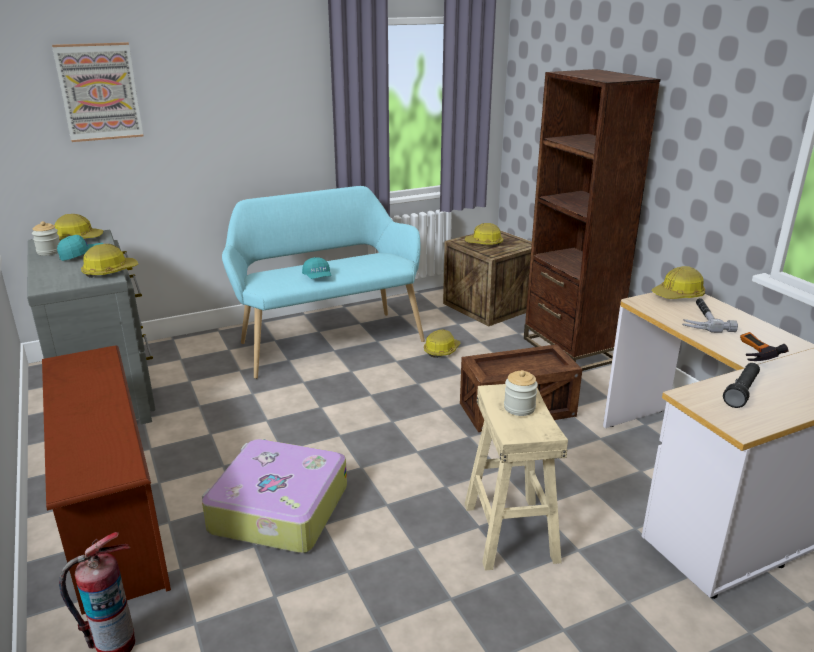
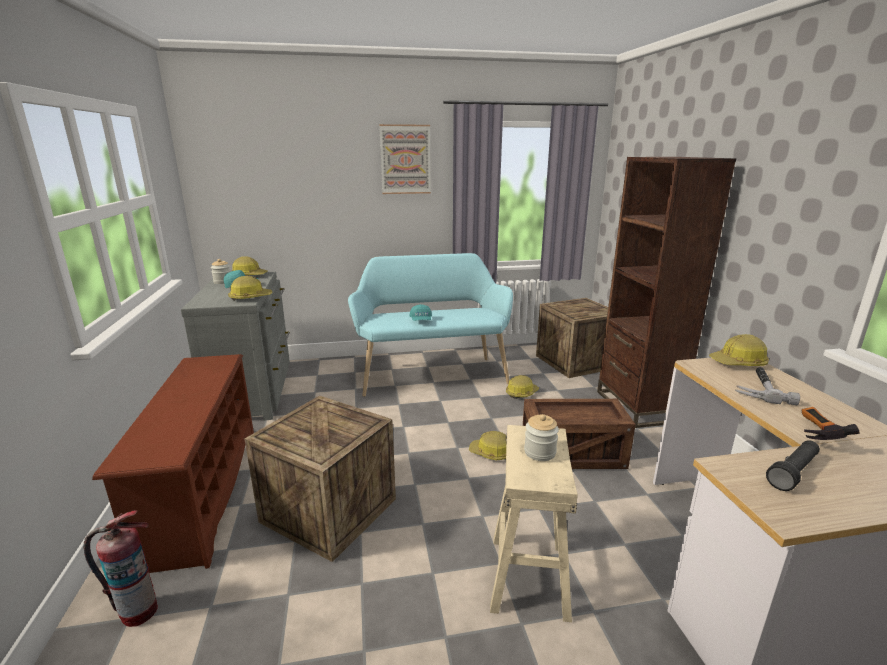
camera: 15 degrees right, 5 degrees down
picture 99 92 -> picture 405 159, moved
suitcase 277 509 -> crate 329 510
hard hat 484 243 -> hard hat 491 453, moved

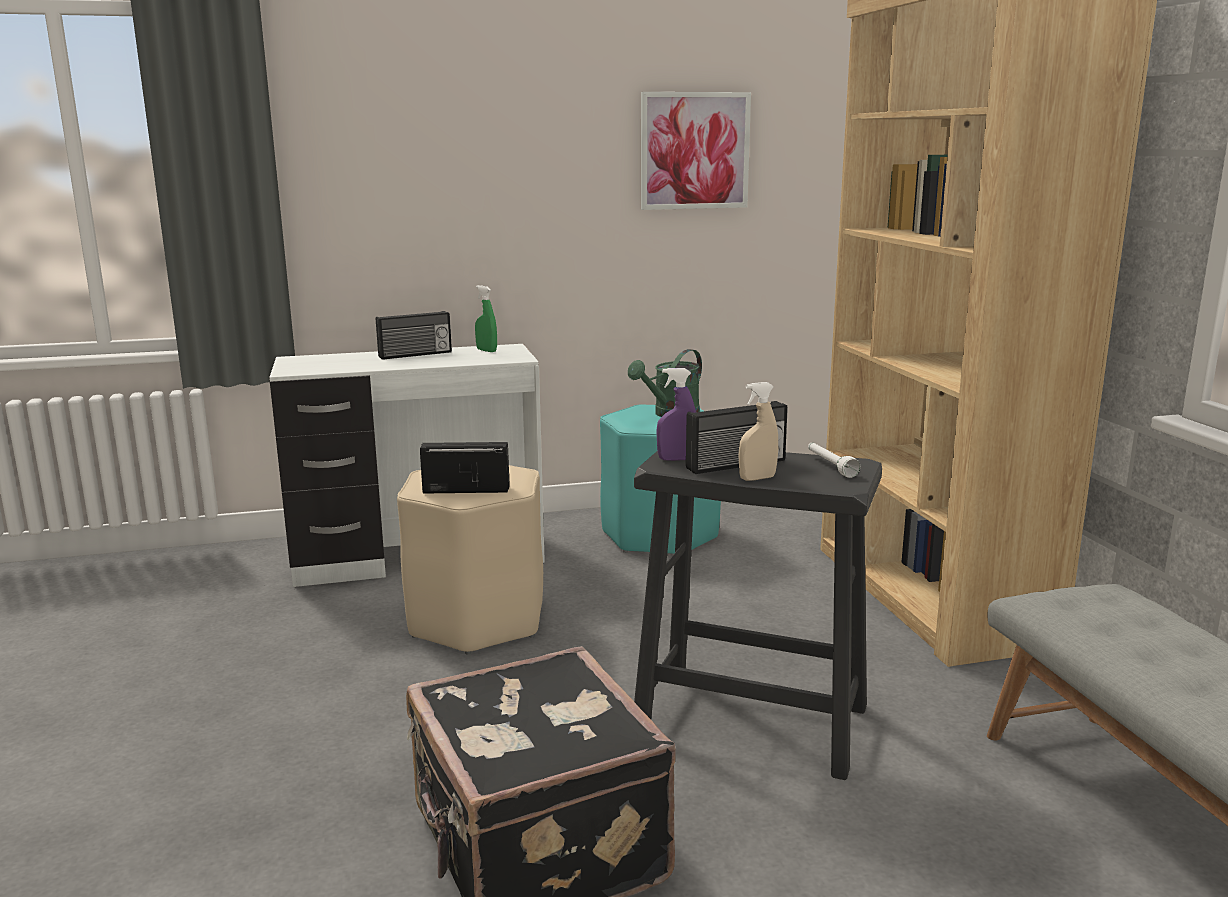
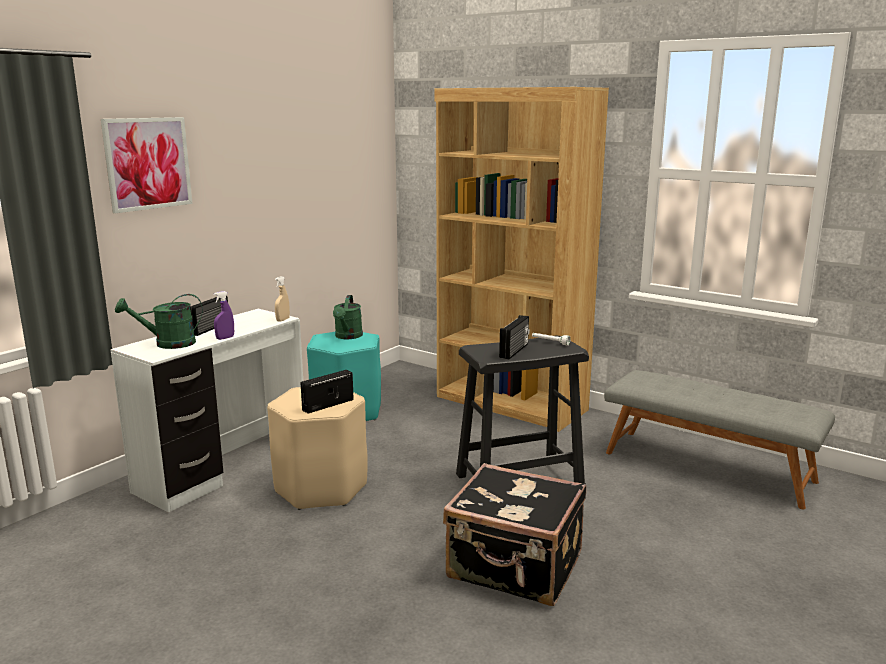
camera: 40 degrees left, 0 degrees up
spray bottle (green) 486 350 -> none
picture 694 151 -> picture 148 163, moved
spray bottle (purple) 676 459 -> spray bottle (purple) 225 338, moved
spray bottle (beige) 757 478 -> spray bottle (beige) 283 320, moved
none -> watering can (green) 167 344

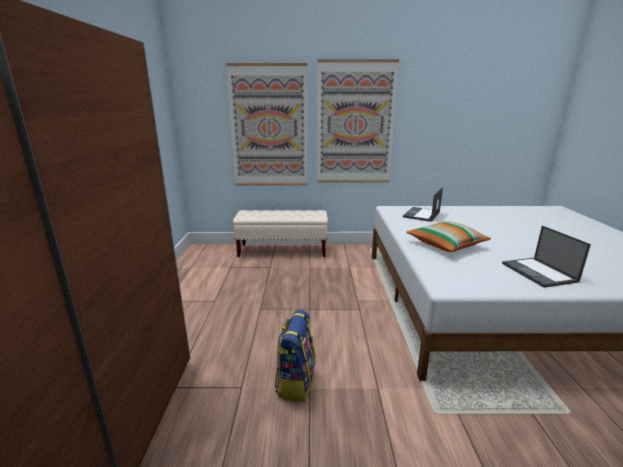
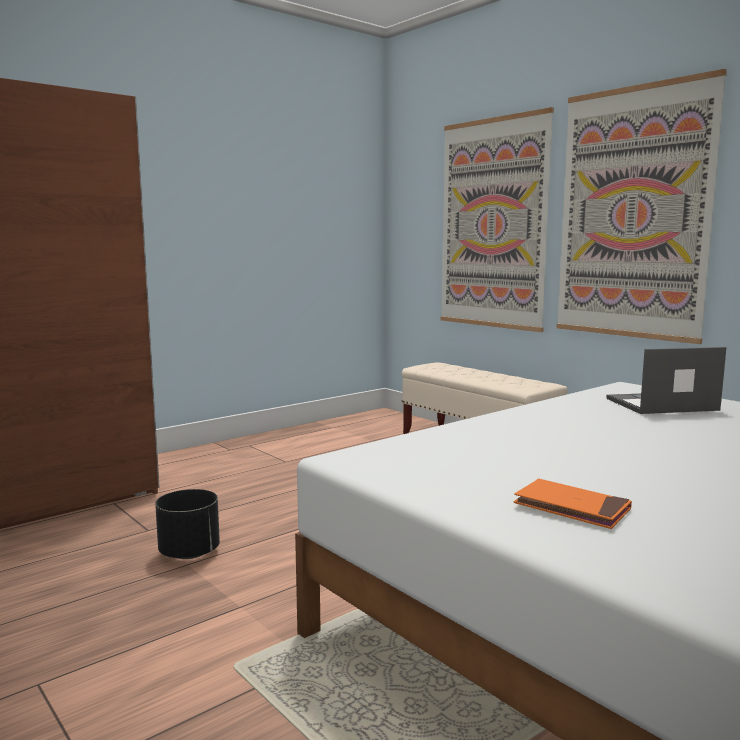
camera: 50 degrees right, 10 degrees down
backpack 295 382 -> planter (black) 189 553
pillow 446 245 -> none
laptop 539 273 -> book (orange) 571 508

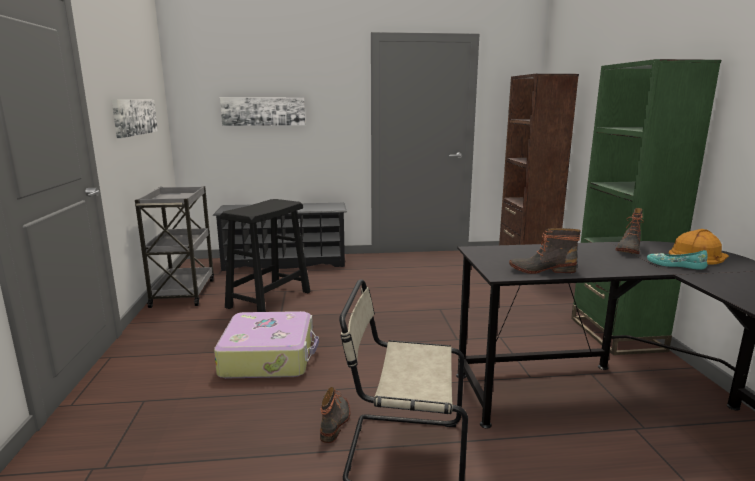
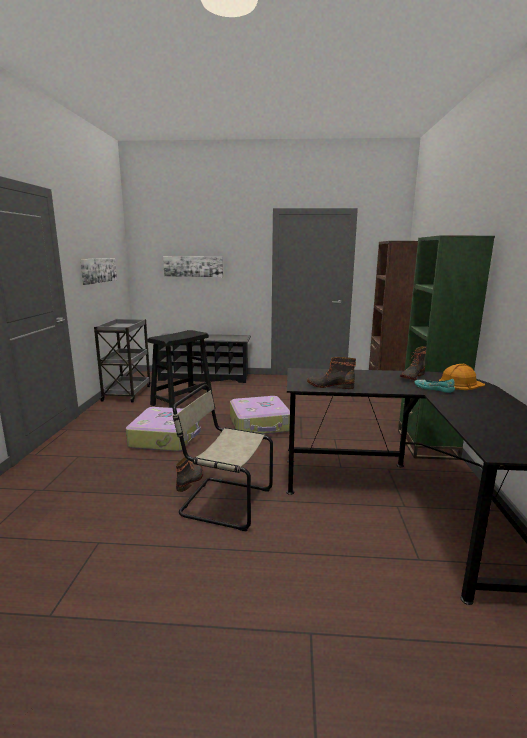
camera: 10 degrees right, 0 degrees up
none -> suitcase 260 424

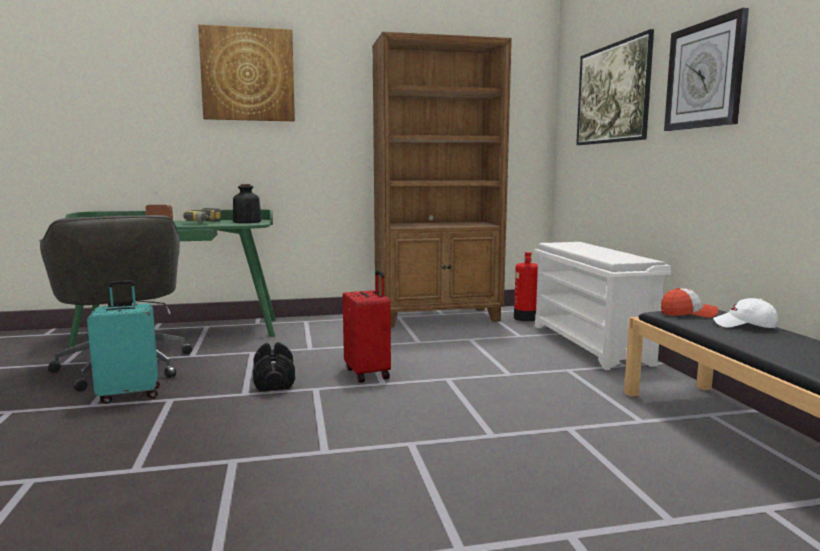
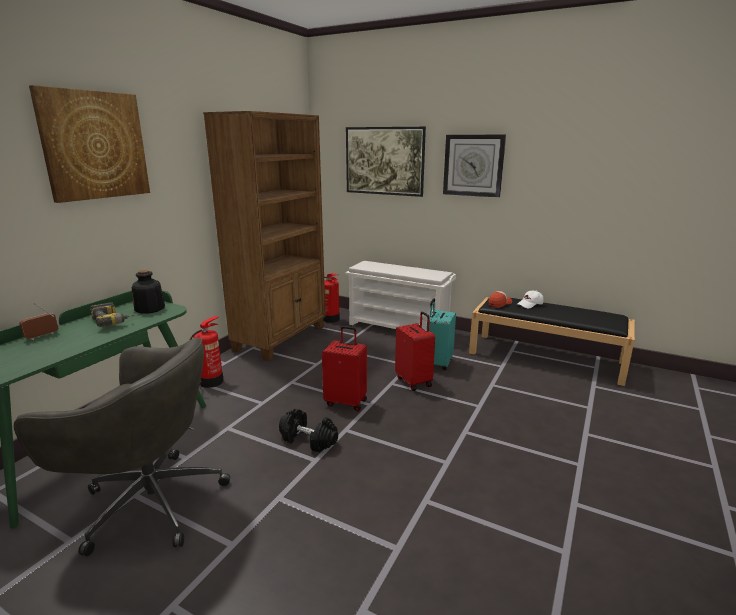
camera: 50 degrees left, 10 degrees up
suitcase (turquoise) 130 394 -> suitcase (turquoise) 438 363, moved
none -> fire extinguisher 212 381
none -> suitcase (red) 414 381

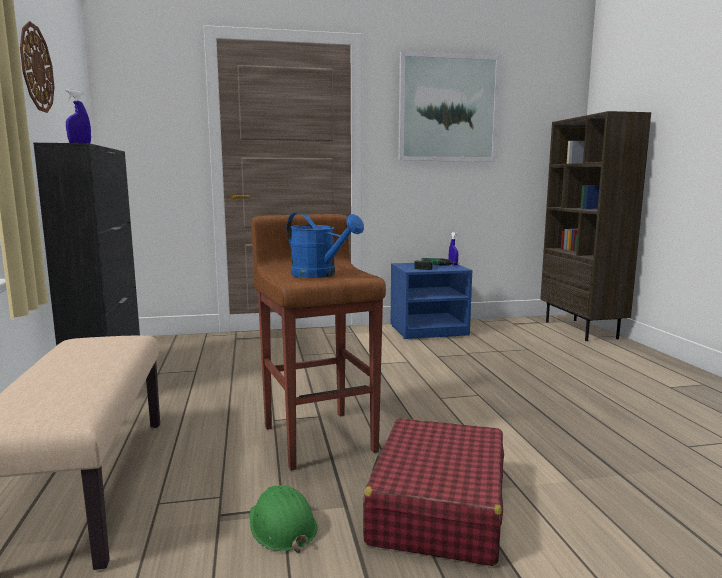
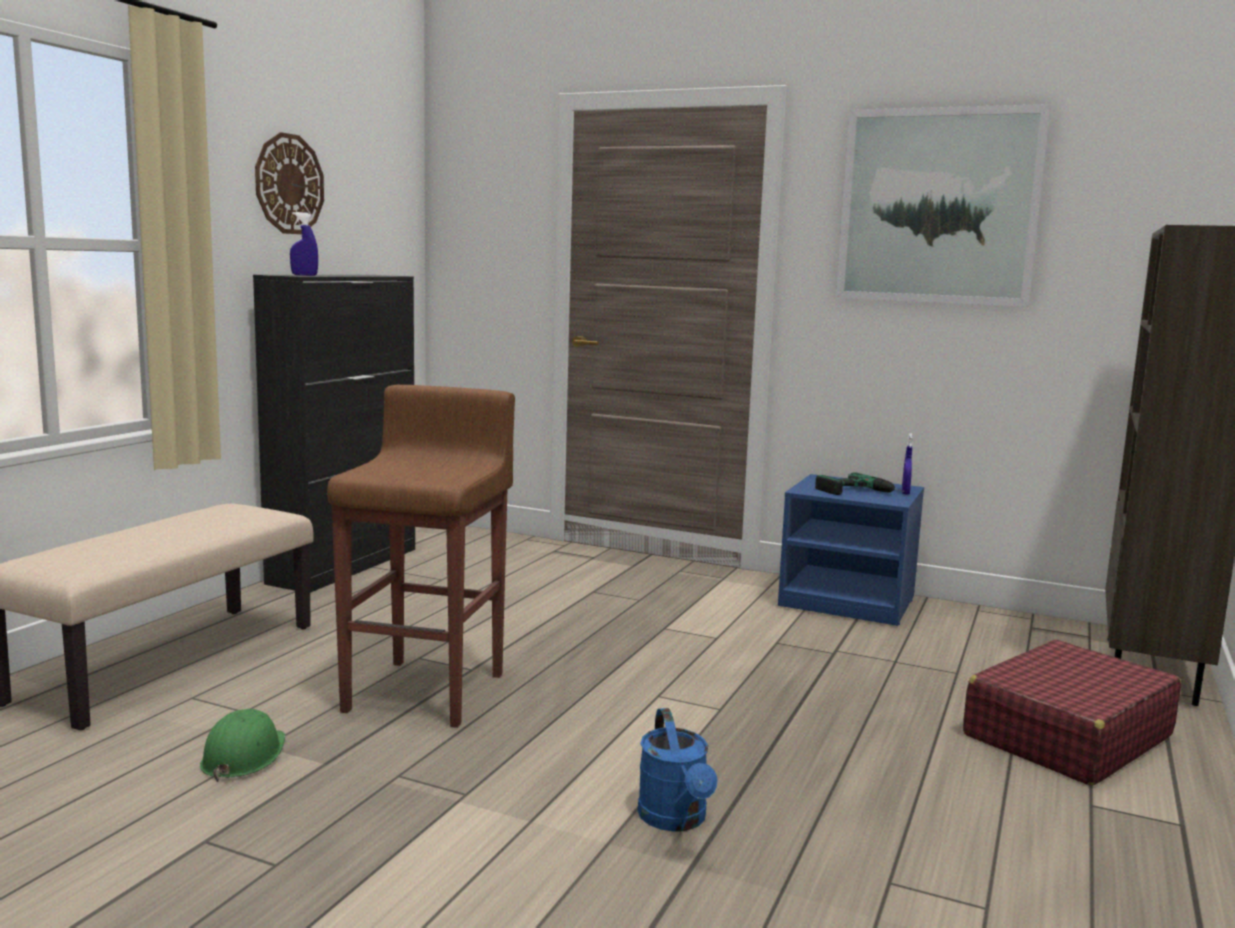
camera: 35 degrees right, 0 degrees up
watering can (blue) 320 275 -> watering can (blue) 676 820, moved
suitcase (red) 438 508 -> suitcase (red) 1066 736, moved

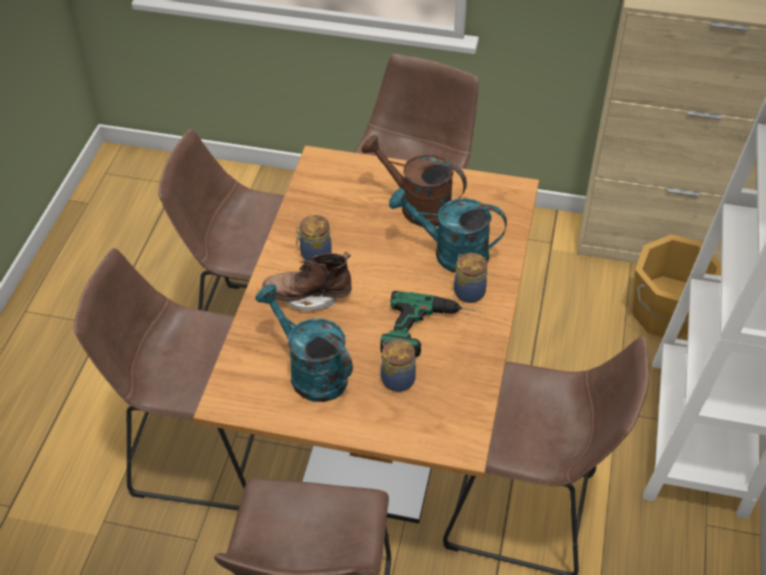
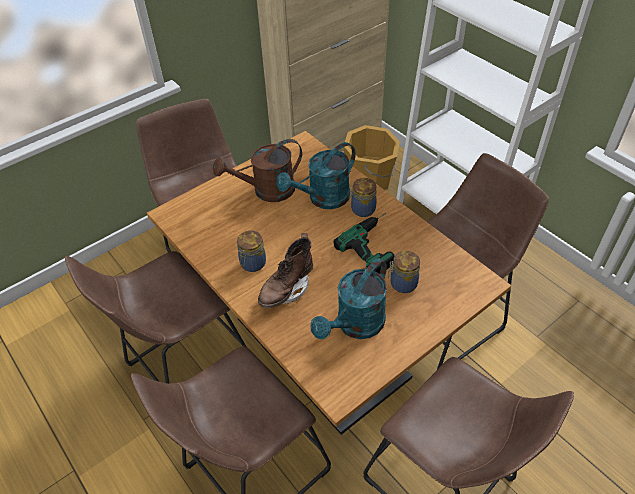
camera: 50 degrees left, 0 degrees up
watering can (turquoise) 310 371 -> watering can (turquoise) 355 326, 45 degrees counterclockwise

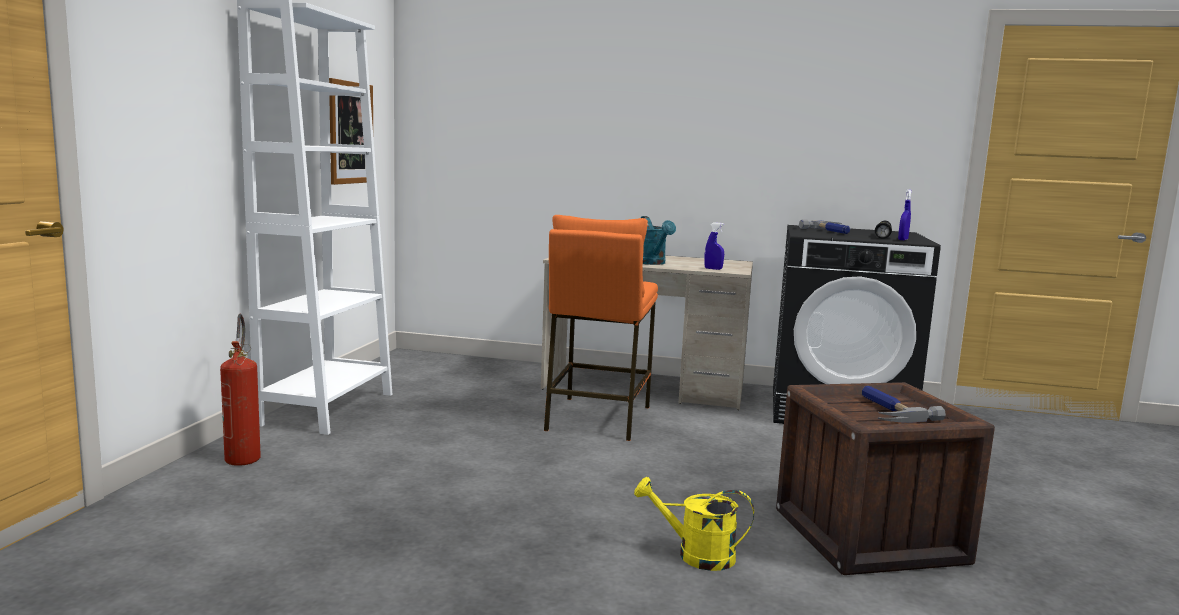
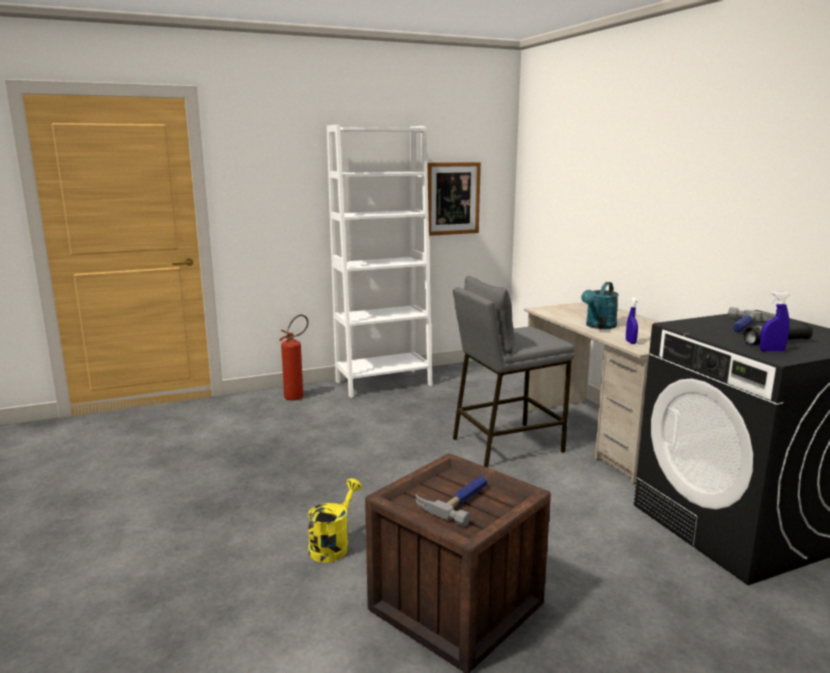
camera: 55 degrees right, 5 degrees up
stool (orange) 597 418 -> stool (grey) 506 444
watering can (yellow) 695 555 -> watering can (yellow) 333 545, 45 degrees clockwise

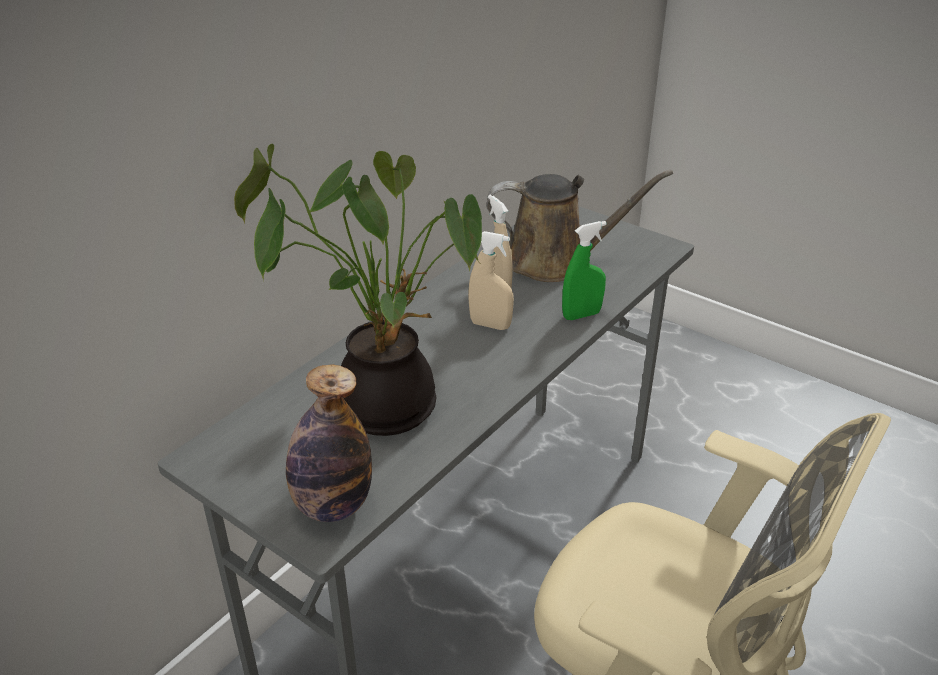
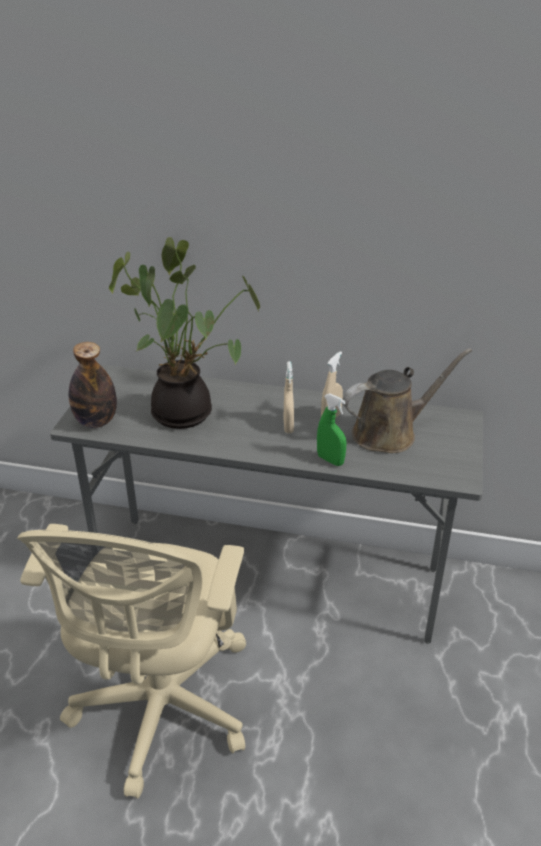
camera: 65 degrees right, 0 degrees up
watering can (brown) 555 261 -> watering can (brown) 390 433, 90 degrees counterclockwise

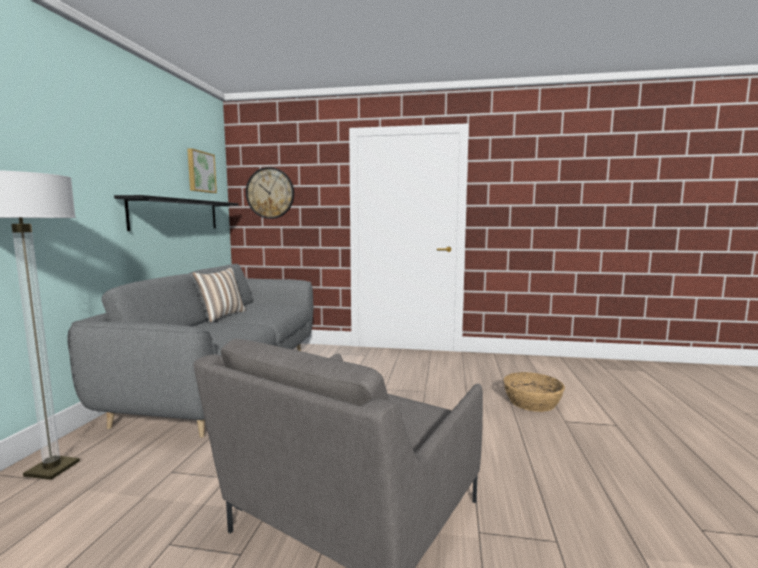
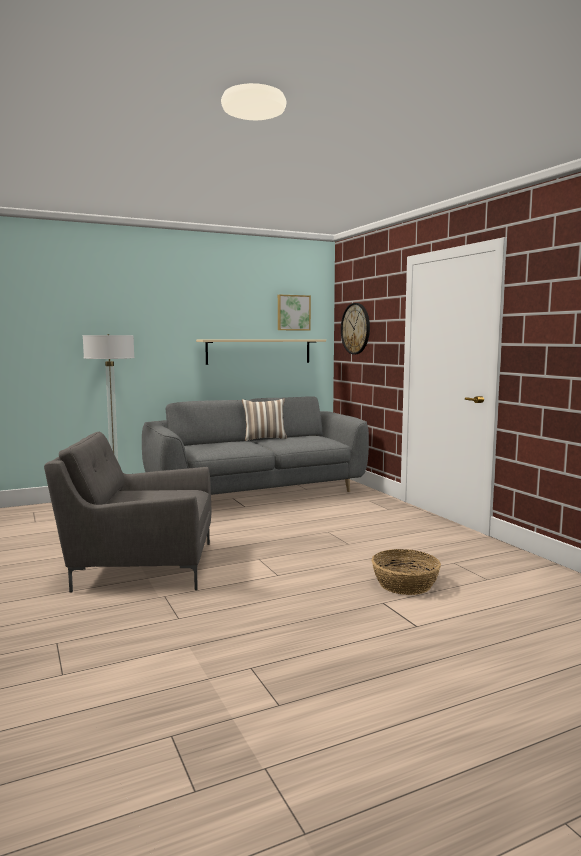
camera: 55 degrees right, 0 degrees up
shelf (black) 176 214 -> shelf (beige) 259 351

